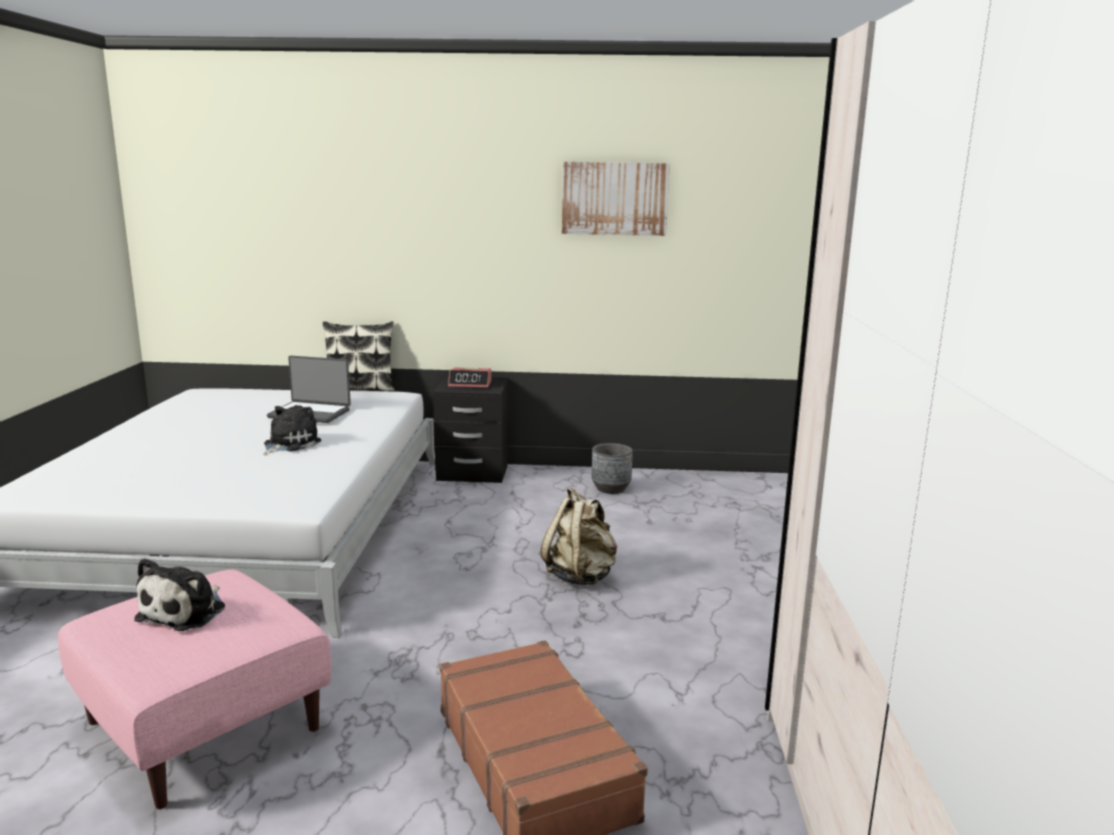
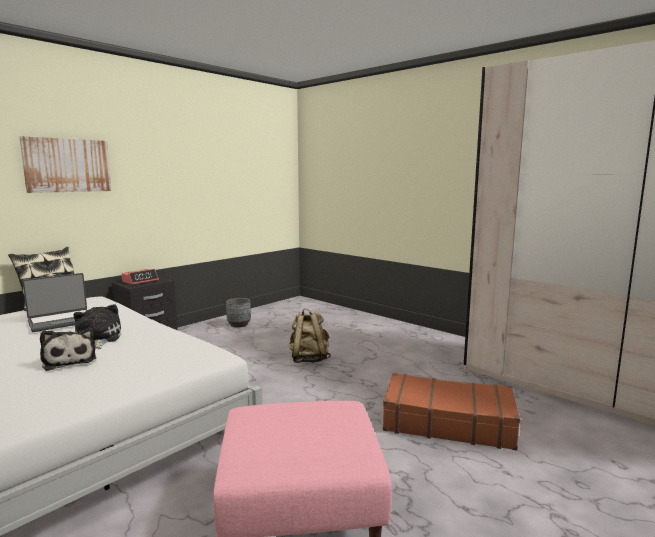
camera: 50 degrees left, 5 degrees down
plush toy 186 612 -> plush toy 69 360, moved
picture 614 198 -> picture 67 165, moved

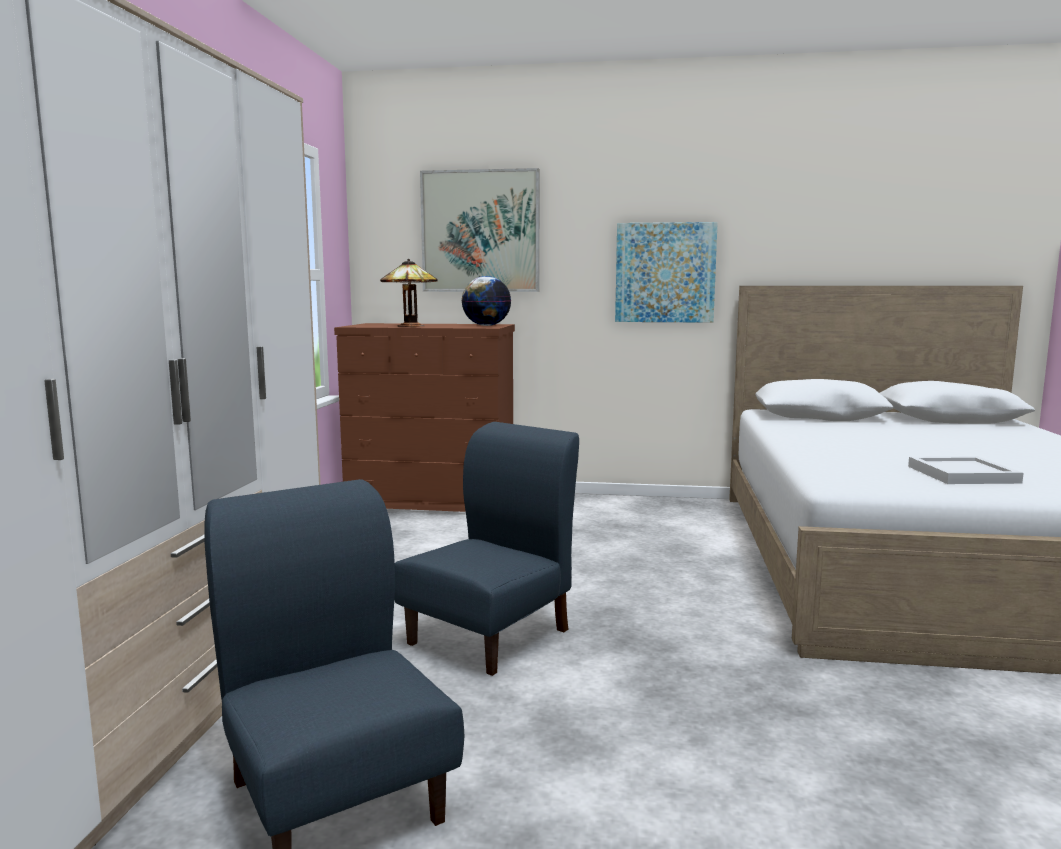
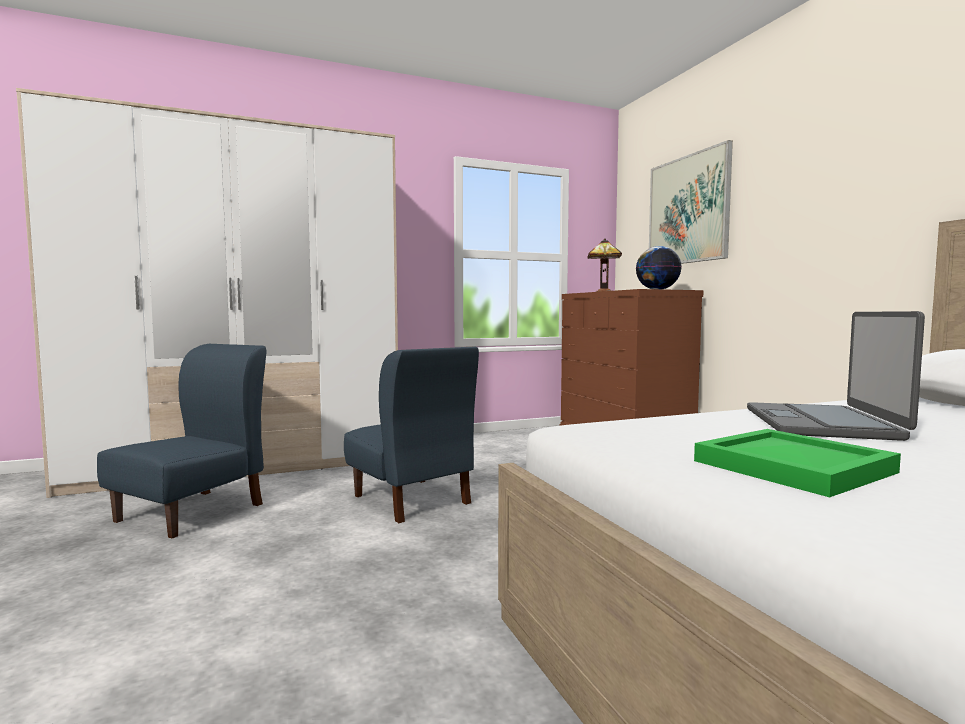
camera: 60 degrees right, 5 degrees down
chair (blue) 491 636 -> chair (blue) 411 500, 45 degrees clockwise
picture 665 273 -> none
tray (white) 963 474 -> tray (green) 796 467
none -> laptop 821 423

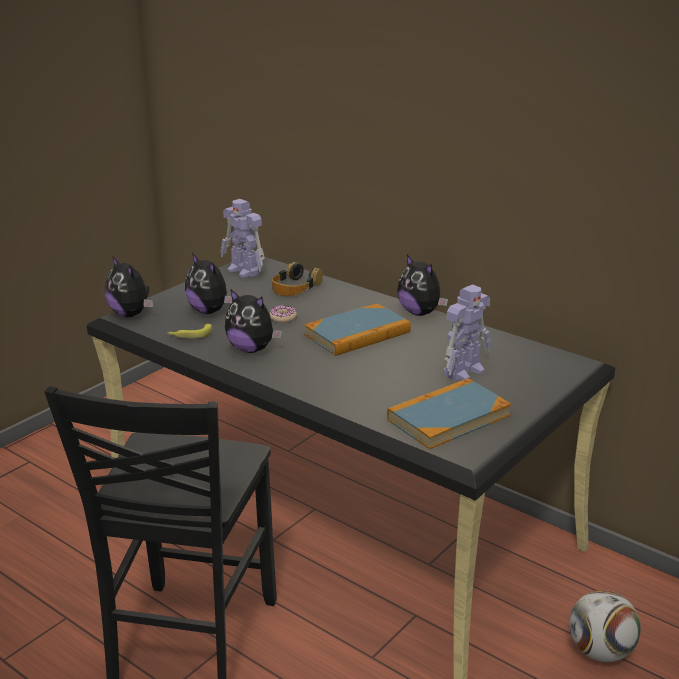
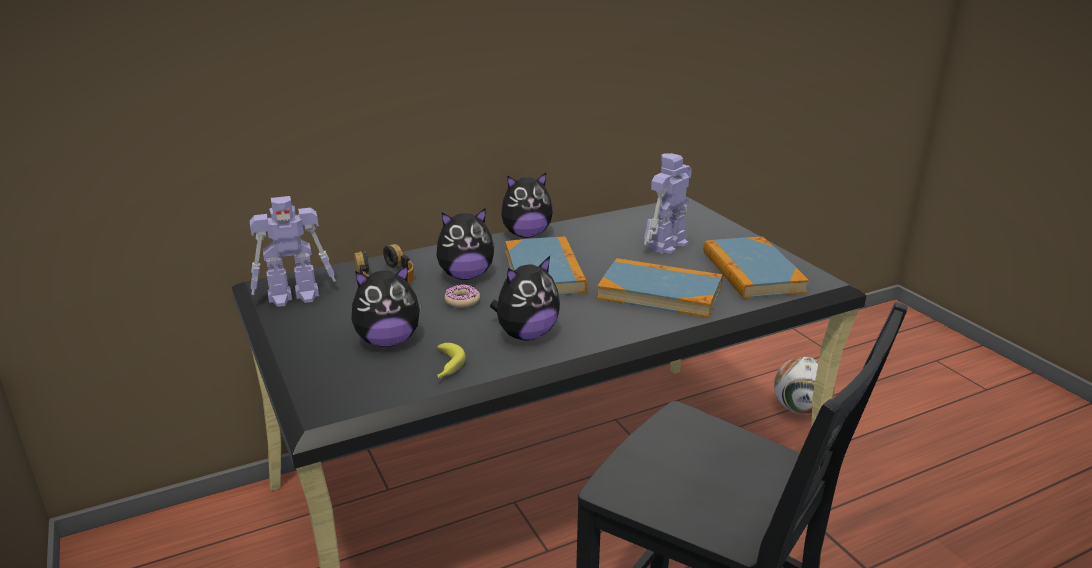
camera: 65 degrees left, 0 degrees up
plush toy 131 314 -> plush toy 466 276, moved
toy robot 464 371 -> toy robot 666 245, 120 degrees counterclockwise
none -> book 660 292

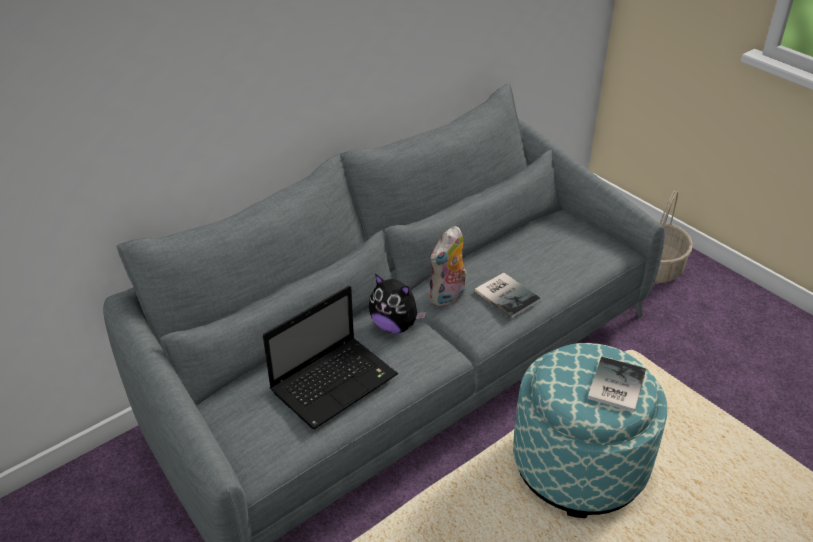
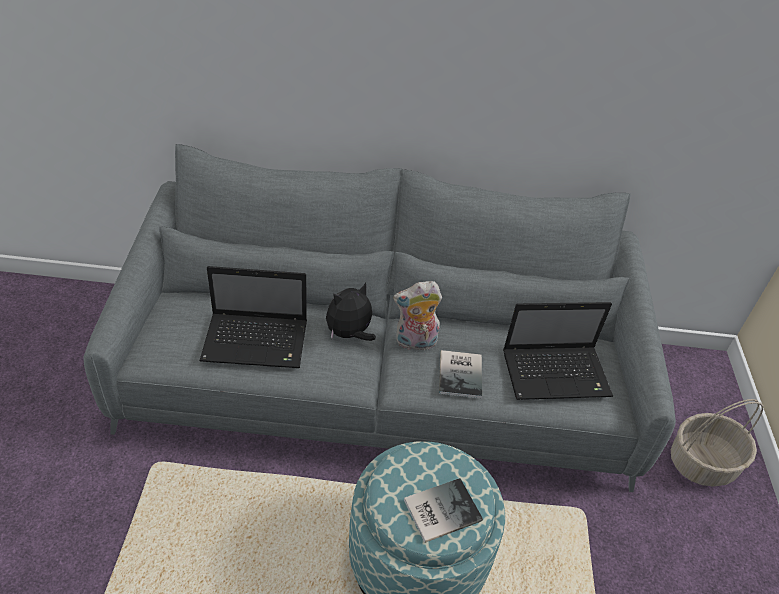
camera: 40 degrees right, 5 degrees up
plush toy 395 326 -> plush toy 349 334, 75 degrees clockwise
none -> laptop 557 373

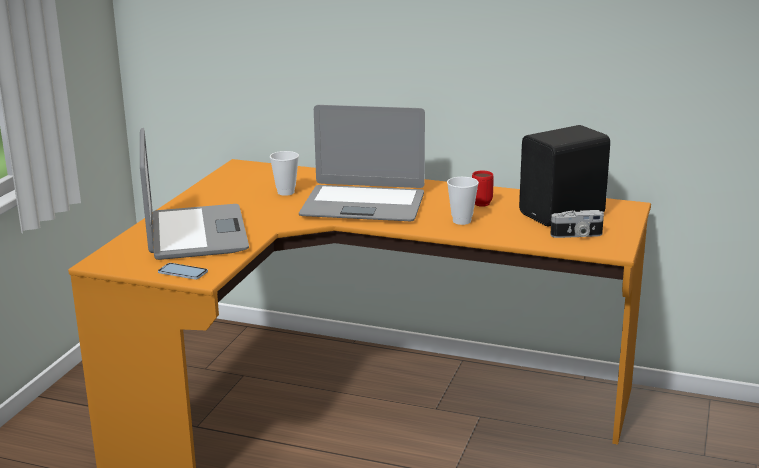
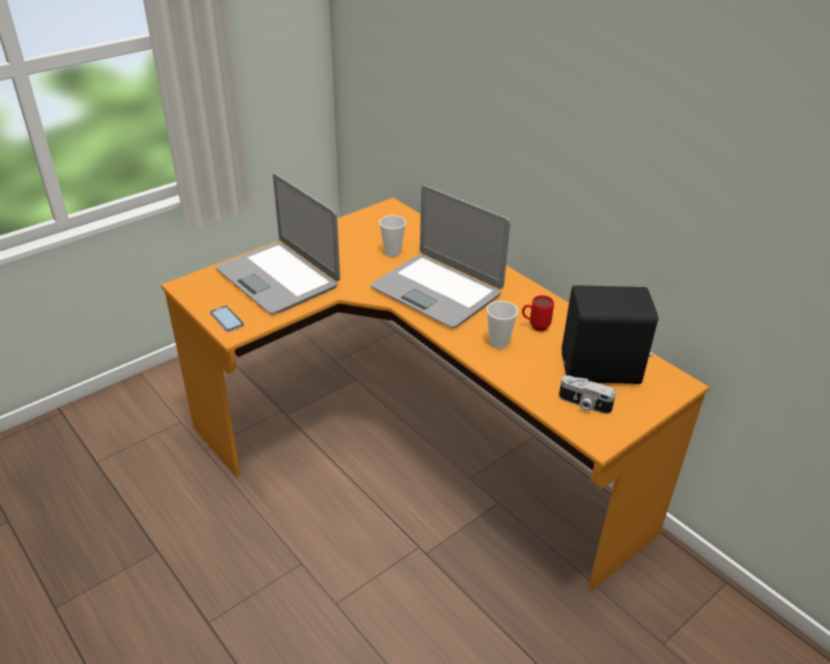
camera: 30 degrees right, 15 degrees up
laptop 195 234 -> laptop 278 278, 120 degrees clockwise

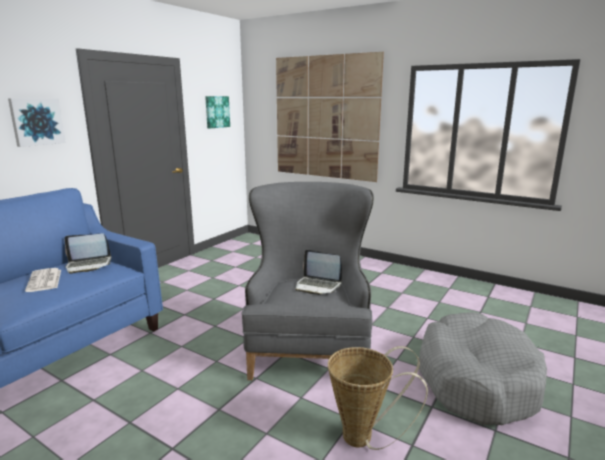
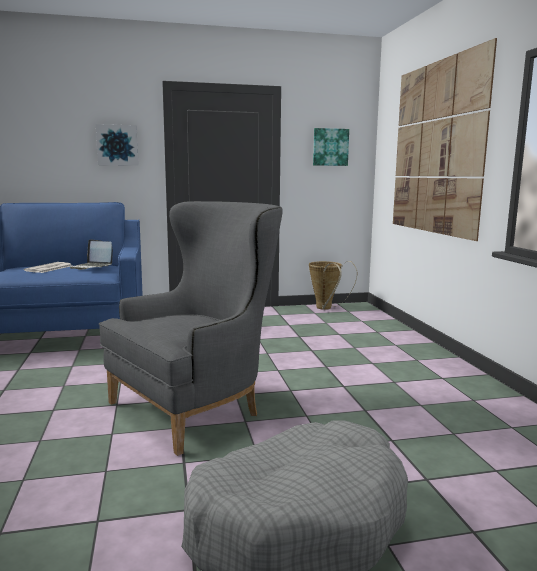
camera: 45 degrees right, 5 degrees down
laptop 318 286 -> none
basket 364 438 -> basket 326 308, moved

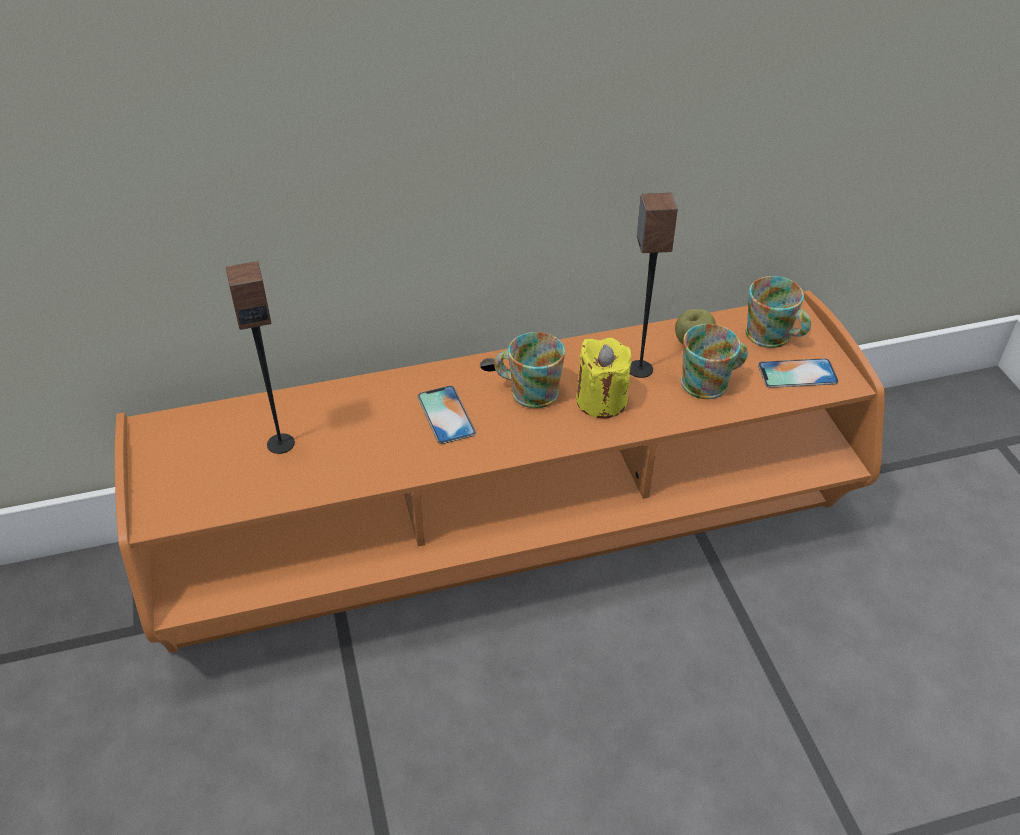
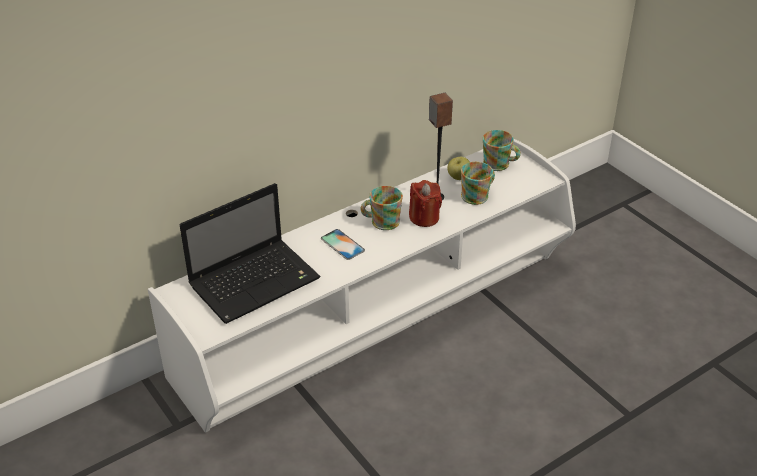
camera: 20 degrees left, 5 degrees down
tv stand (orange) 511 543 -> tv stand (white) 379 322
speaker 280 443 -> laptop 256 281
candle (yellow) 601 400 -> candle (red) 424 217
phone 797 373 -> none

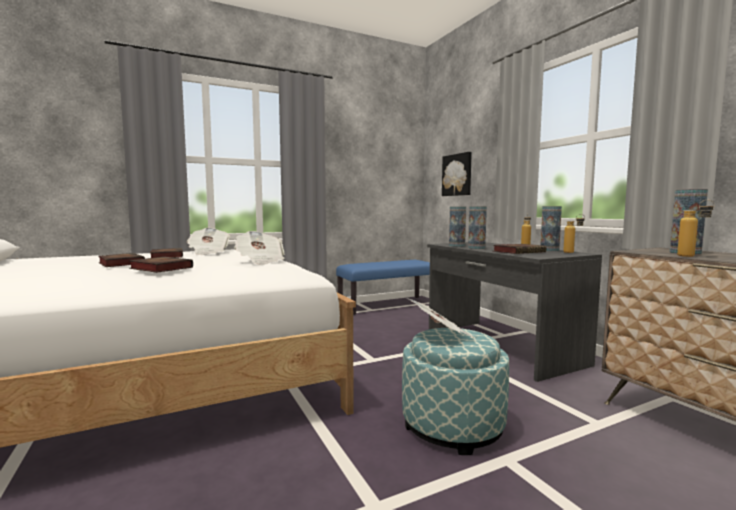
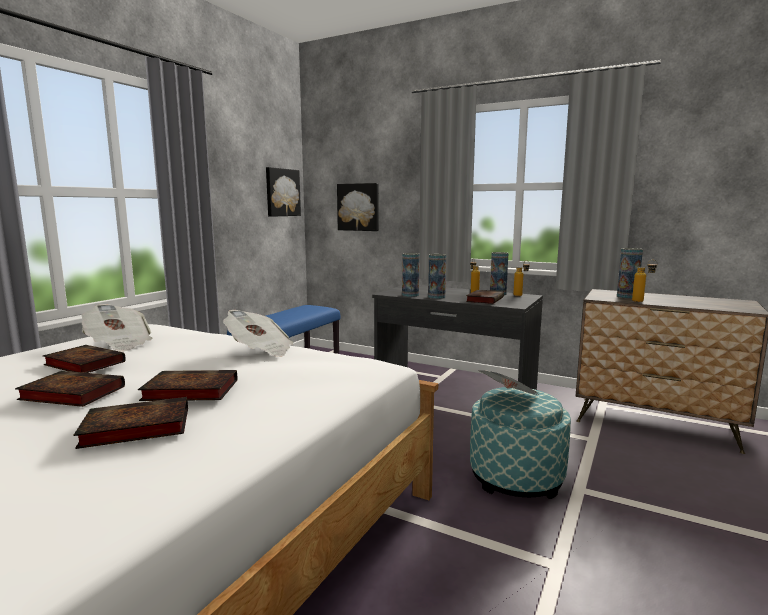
camera: 35 degrees left, 5 degrees up
none -> book 133 428
none -> picture 282 192

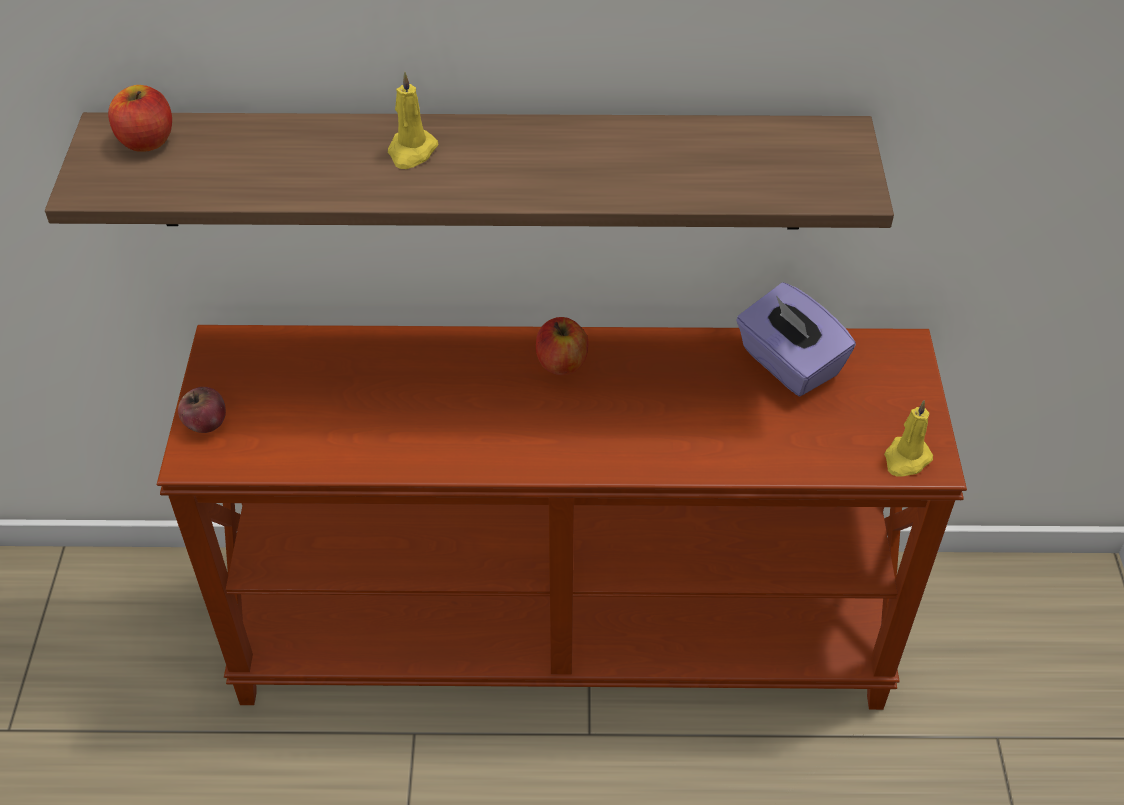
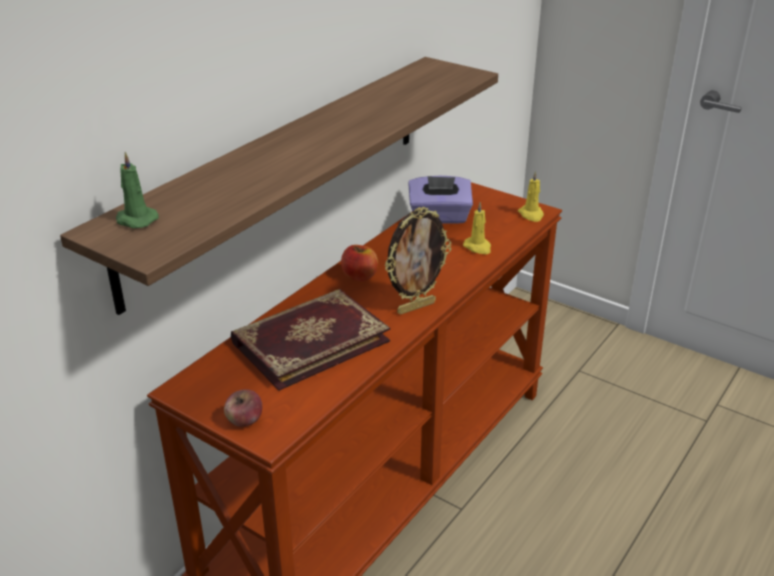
camera: 55 degrees left, 15 degrees down
apple 146 141 -> candle (green) 135 220
candle (yellow) 411 152 -> candle (yellow) 478 247, moved
none -> book 309 341
none -> picture frame 415 307

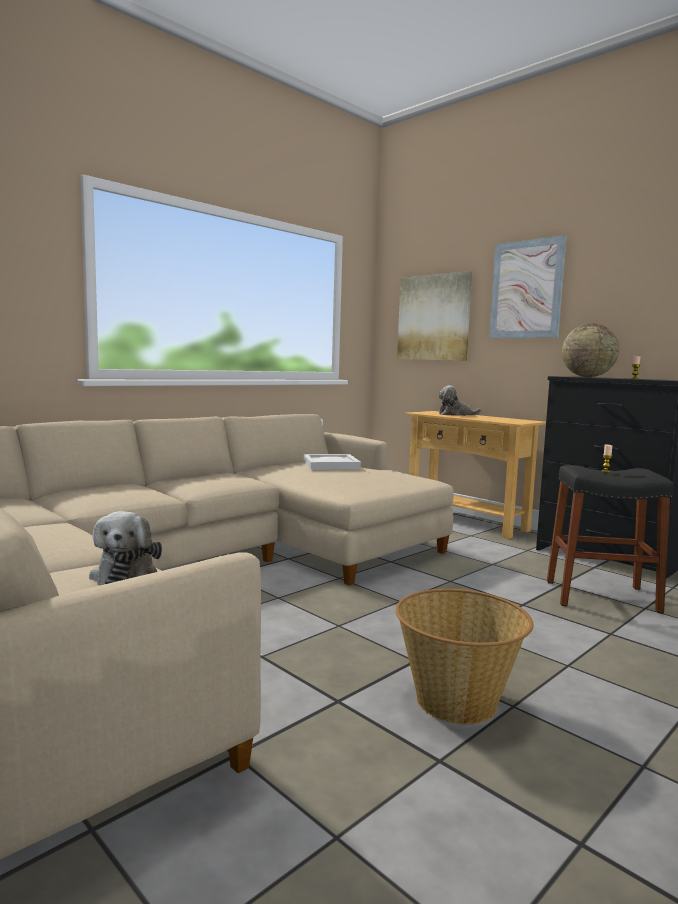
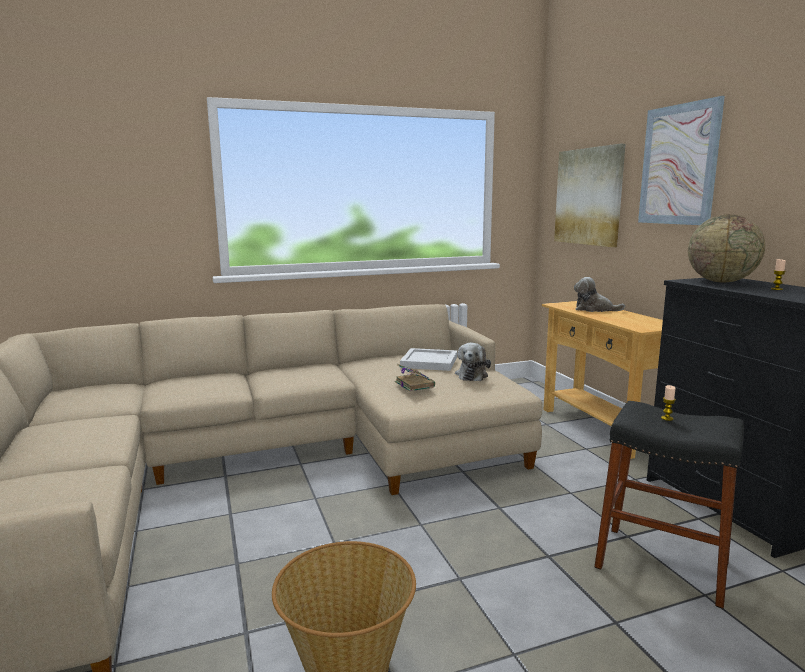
camera: 25 degrees right, 5 degrees up
plush toy 125 575 -> plush toy 472 375, moved
none -> book 414 384

